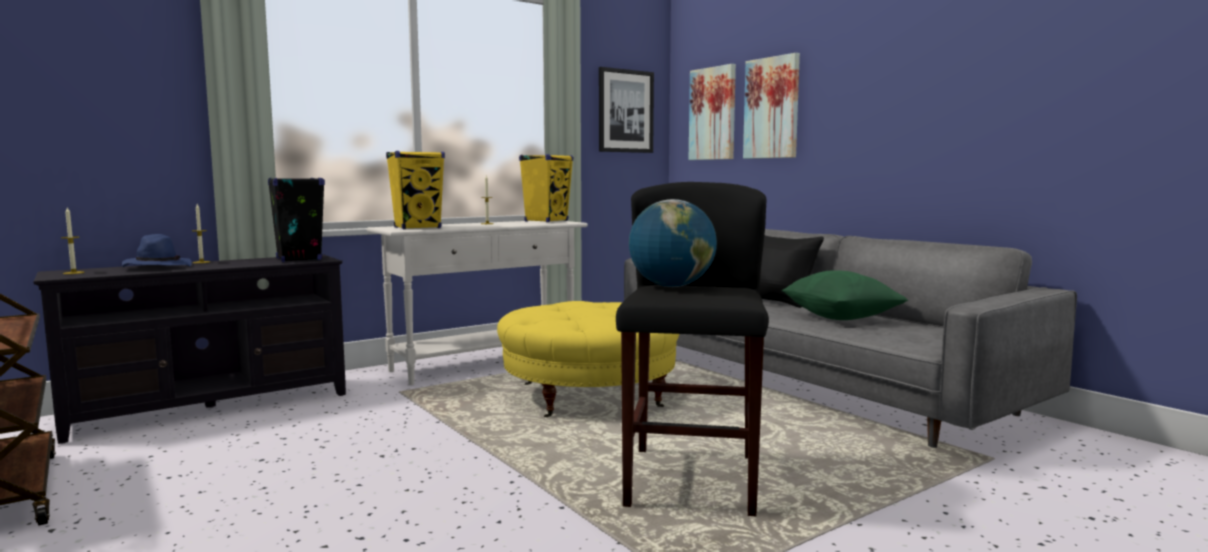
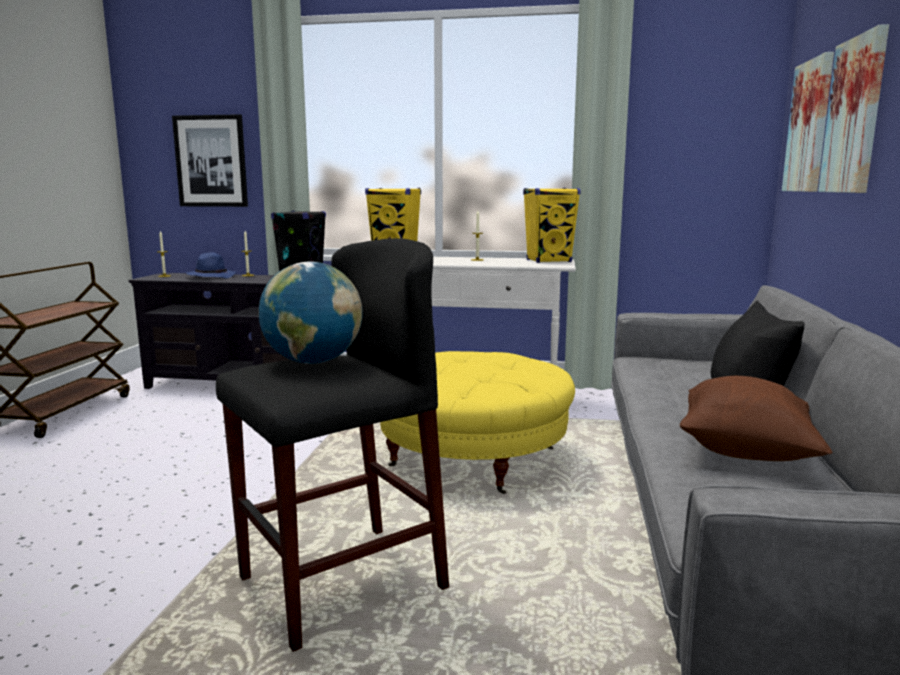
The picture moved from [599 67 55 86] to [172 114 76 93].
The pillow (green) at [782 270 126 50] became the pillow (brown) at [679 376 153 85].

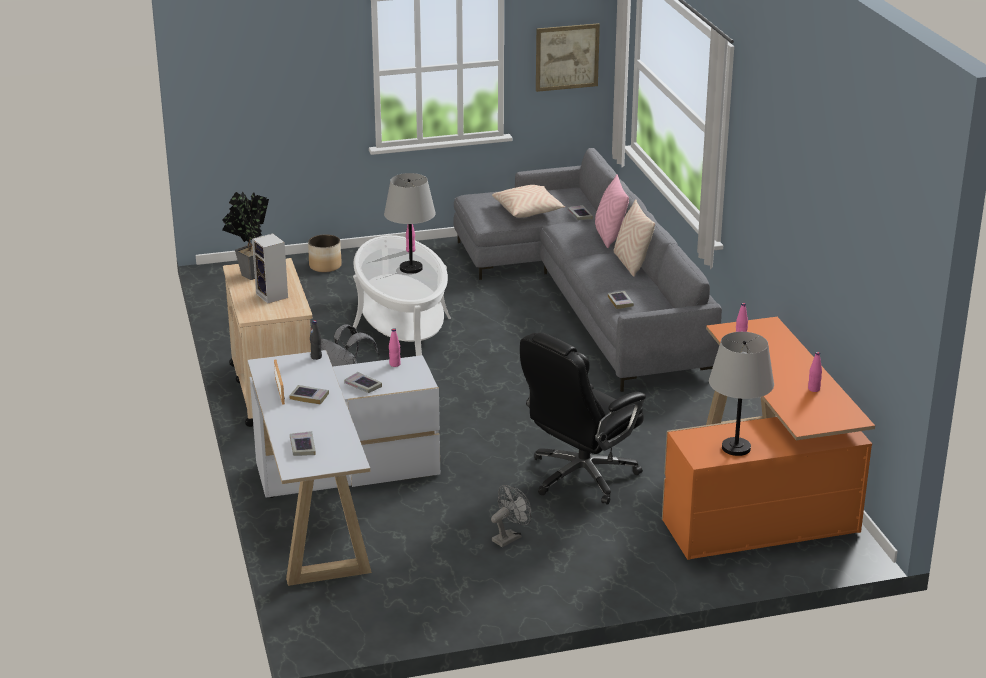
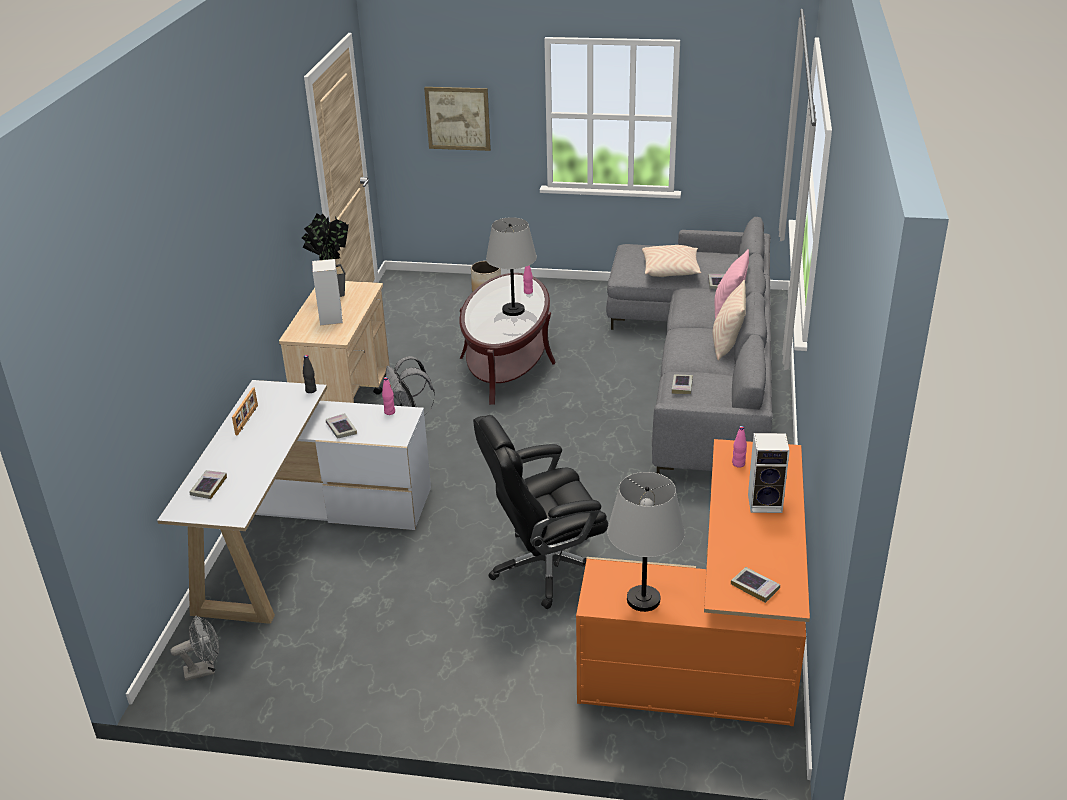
The fan (grey) moved from [491 485 40 62] to [170 616 49 65].
The picture moved from [536 23 64 69] to [424 87 67 64].
The coffee table (white) at [353 235 98 121] became the coffee table (brown) at [459 273 96 132].
The book moved from [289 385 40 20] to [731 567 49 36].
The speaker at [748 433 42 80] appeared.
The bottle (pink) at [808 352 14 40] disappeared.

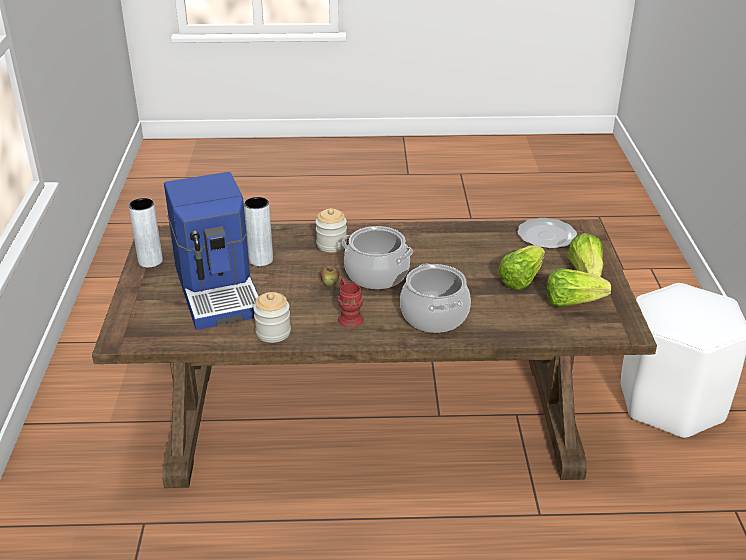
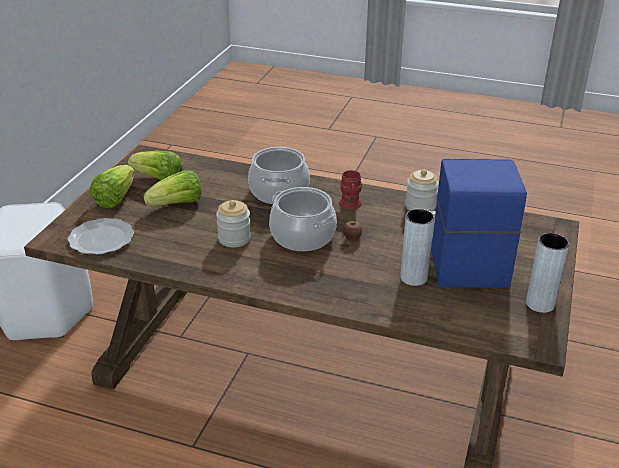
The jar moved from [315 208 32 44] to [216 200 35 47].

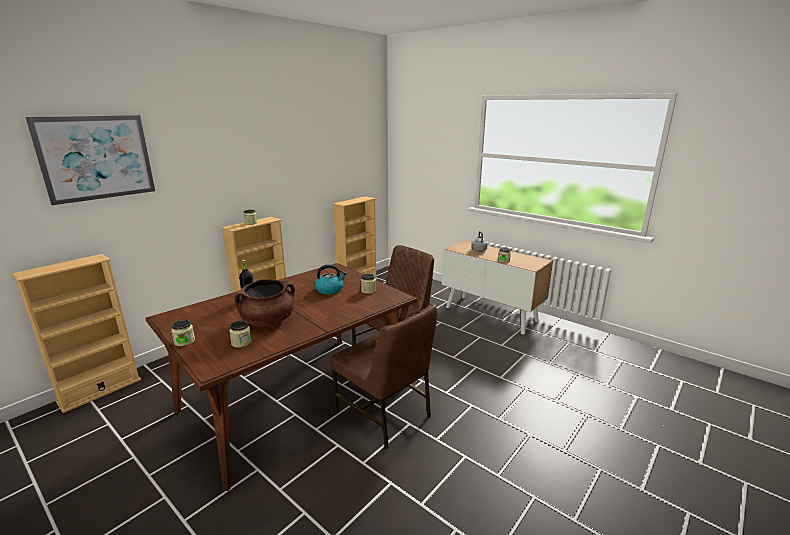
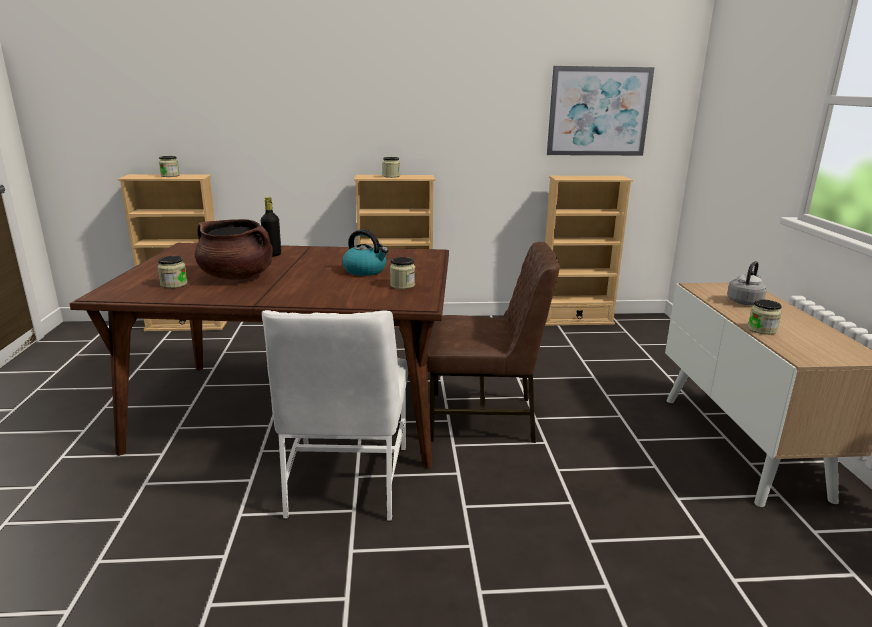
The jar moved from [171 320 24 26] to [159 156 21 21].
The chair (brown) at [330 303 107 146] became the chair (white) at [262 310 146 211].
The picture moved from [26 115 129 90] to [547 66 108 90].

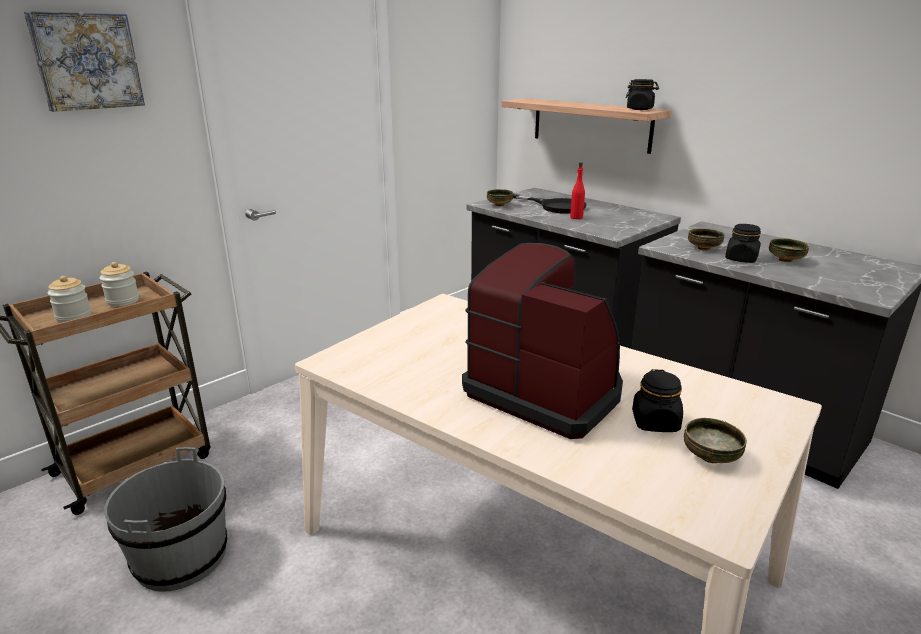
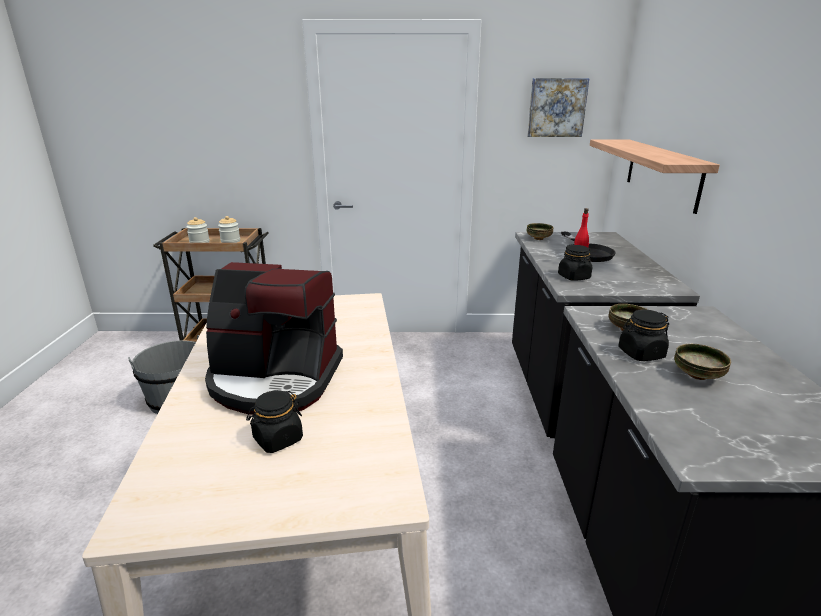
The coffee machine at [462 243 161 196] turned 105 degrees clockwise.
The picture moved from [24 11 121 101] to [527 78 63 59].
The jar (black) moved from [626 79 33 31] to [558 245 34 36].
The bowl at [684 418 63 45] disappeared.

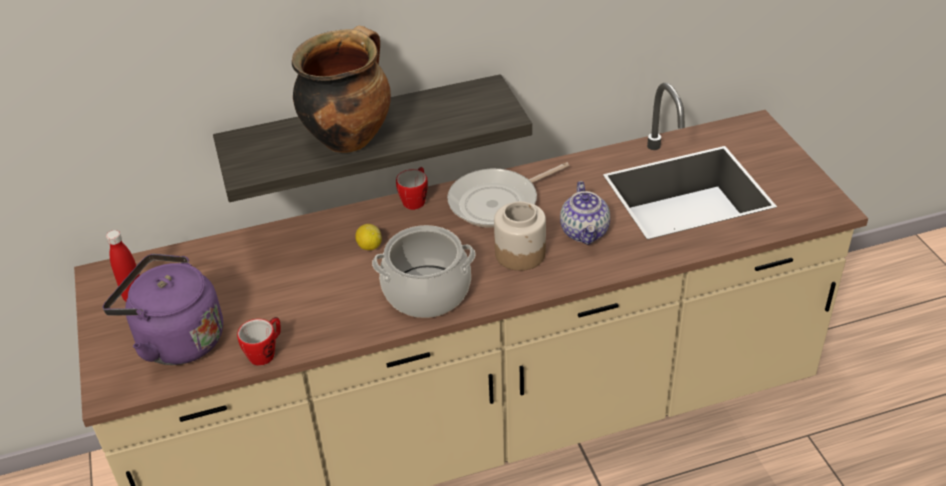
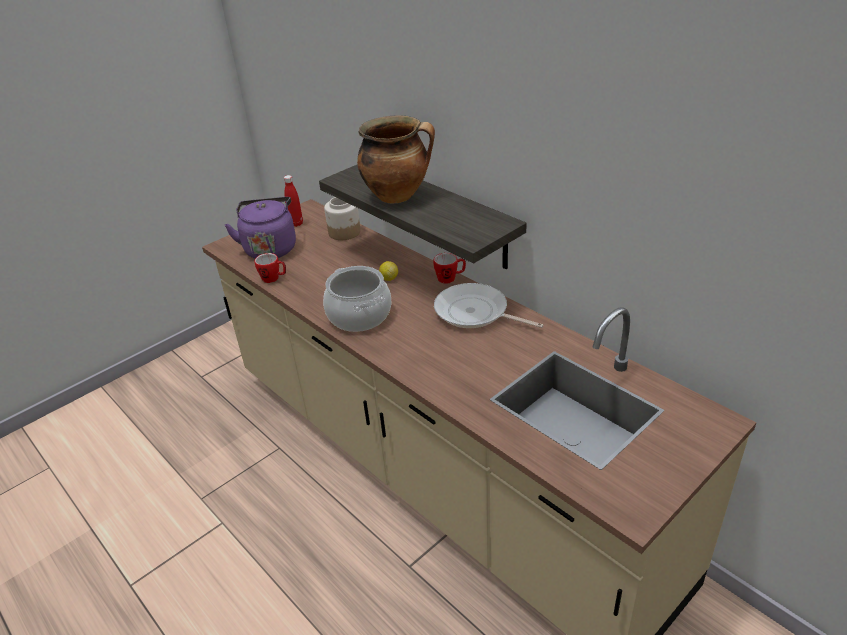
The jar moved from [494 201 52 70] to [324 197 37 43].
The teapot at [560 181 50 64] disappeared.

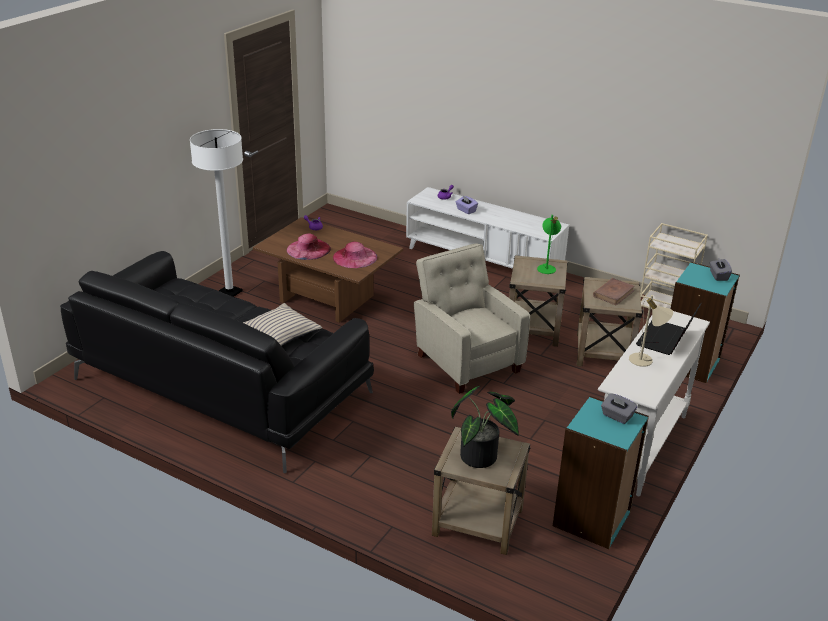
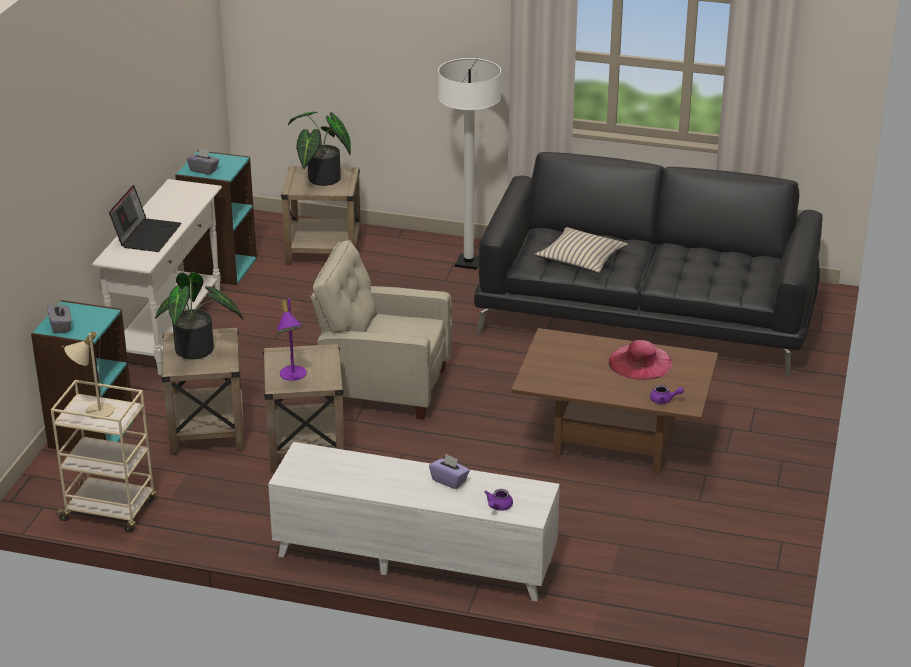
The table lamp (beige) moved from [629 295 44 72] to [64 331 50 88].
The book (brown) at [593 278 42 27] was replaced by the potted plant at [155 272 88 87].
The table lamp (green) at [537 215 24 59] became the table lamp (purple) at [276 298 31 83].
The armchair (beige) at [414 244 116 150] turned 150 degrees clockwise.
The floor lamp (white) moved from [190 129 53 168] to [438 58 63 212].
The hat (pink) at [333 242 44 26] disappeared.

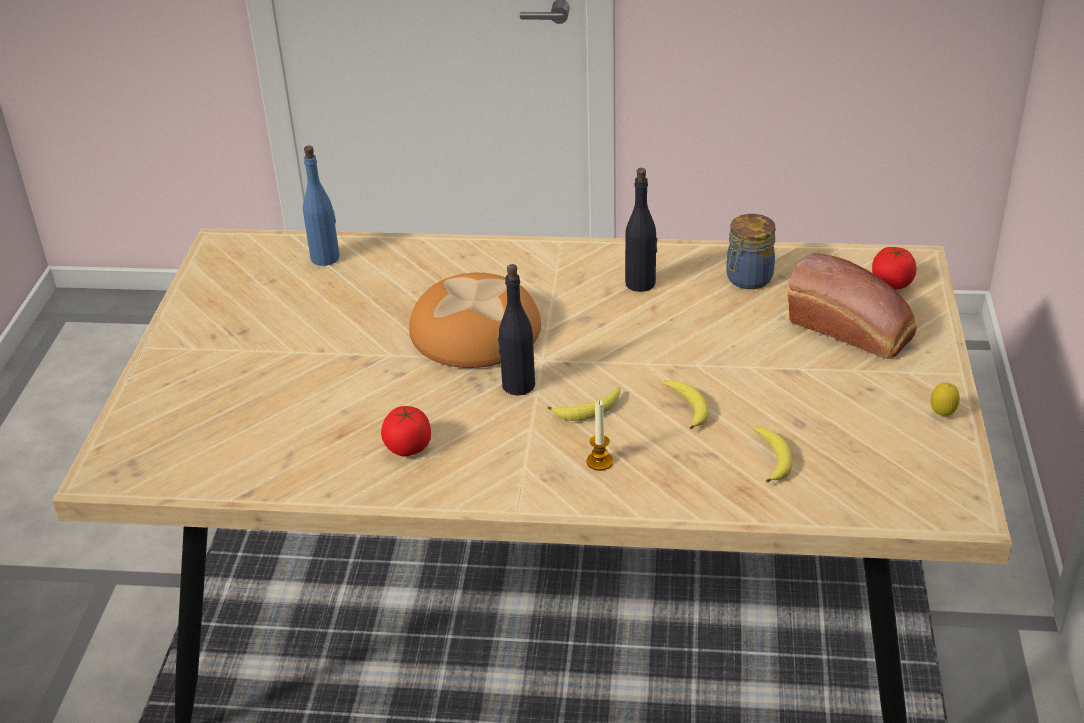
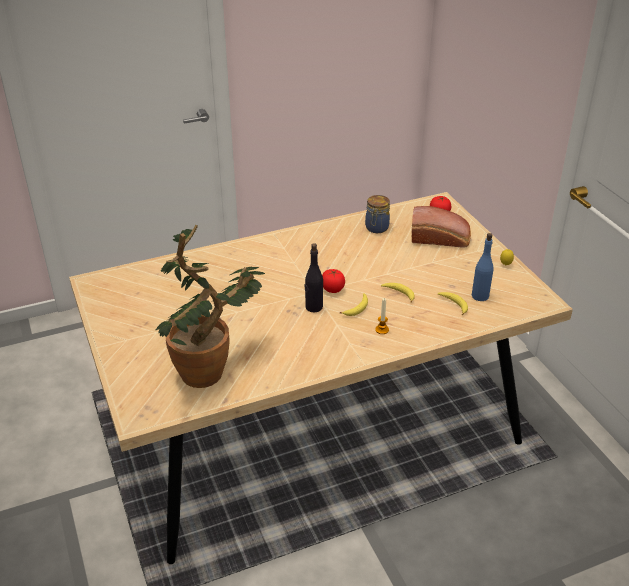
The potted plant at [155 224 110 164] appeared.
The tomato moved from [381 406 50 50] to [322 269 23 24].
The bottle (blue) moved from [303 146 37 120] to [472 233 22 68].
The bread at [409 273 132 95] disappeared.
The bottle (black) at [625 168 33 124] disappeared.

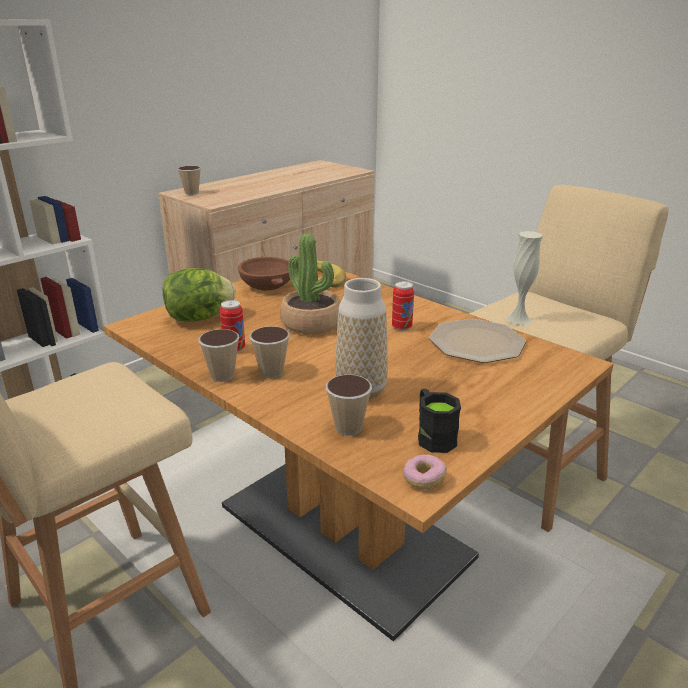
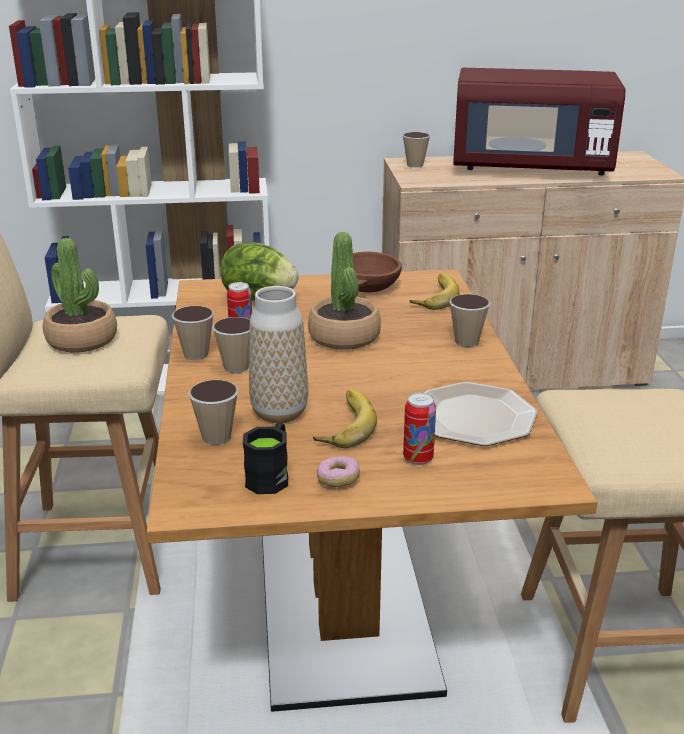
The potted plant at [43 238 74 115] appeared.
The banana at [313 389 64 59] appeared.
The donut moved from [403 455 44 34] to [317 456 43 31].
The can moved from [392 281 22 50] to [403 392 33 73].
The cup at [449 294 41 53] appeared.
The microwave (red) at [453 68 172 108] appeared.
The vase (white) at [506 231 37 94] disappeared.

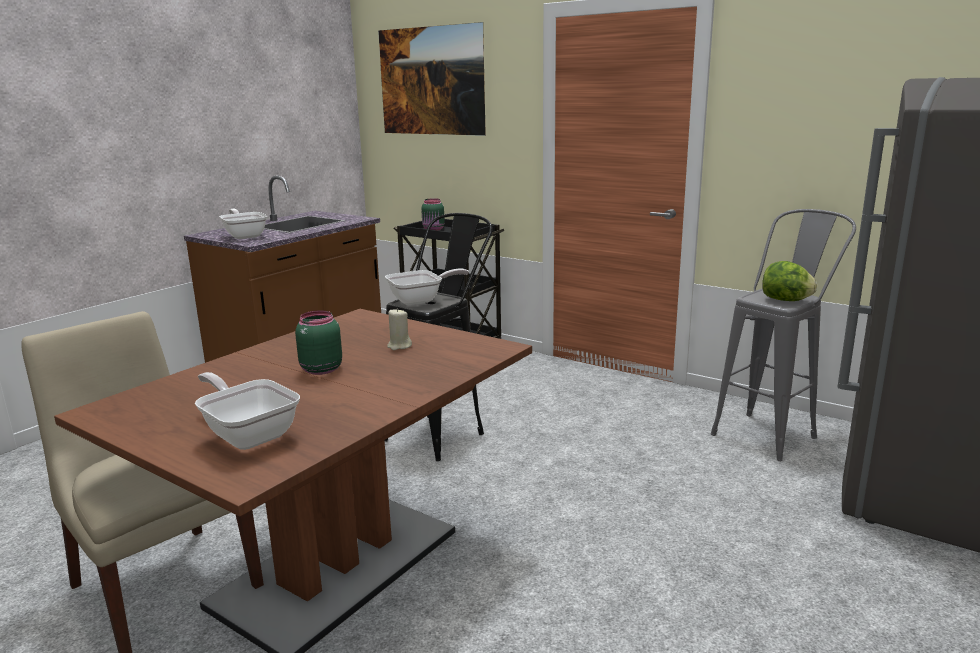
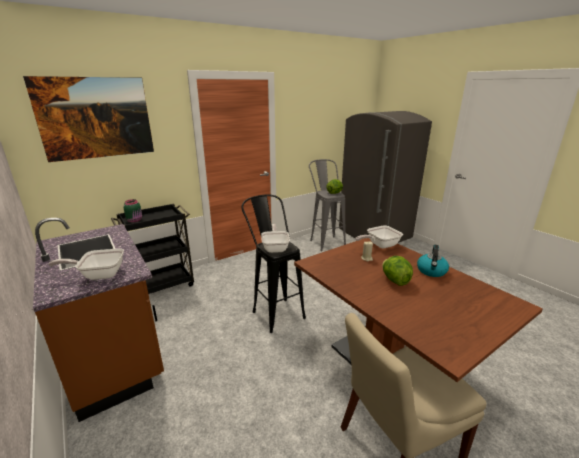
The frying pan moved from [195 372 105 78] to [355 226 48 23].
The jar (green) at [295 310 47 65] was replaced by the lettuce at [382 256 31 30].
The kettle at [417 245 32 32] appeared.

